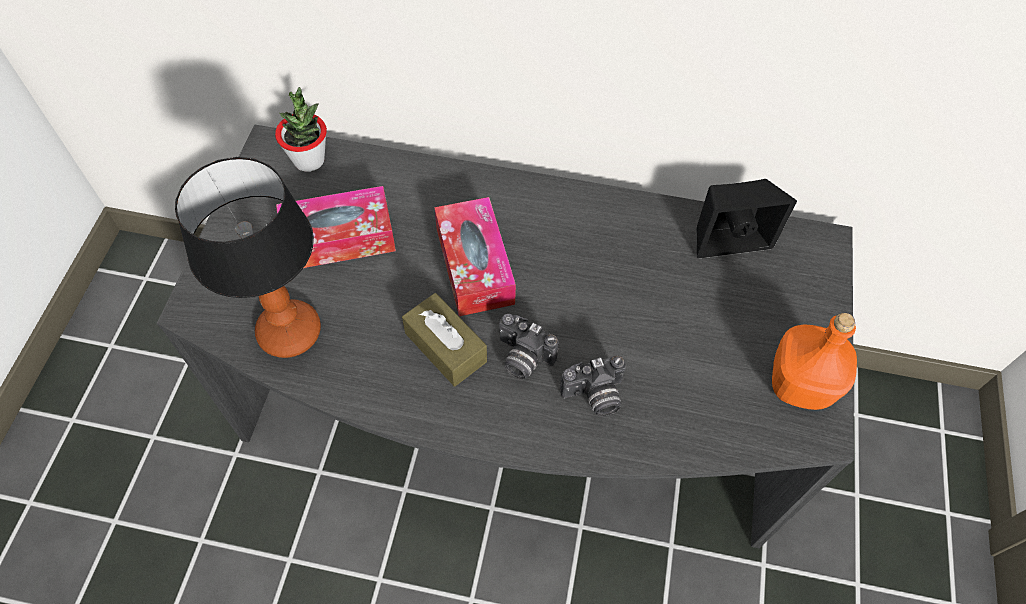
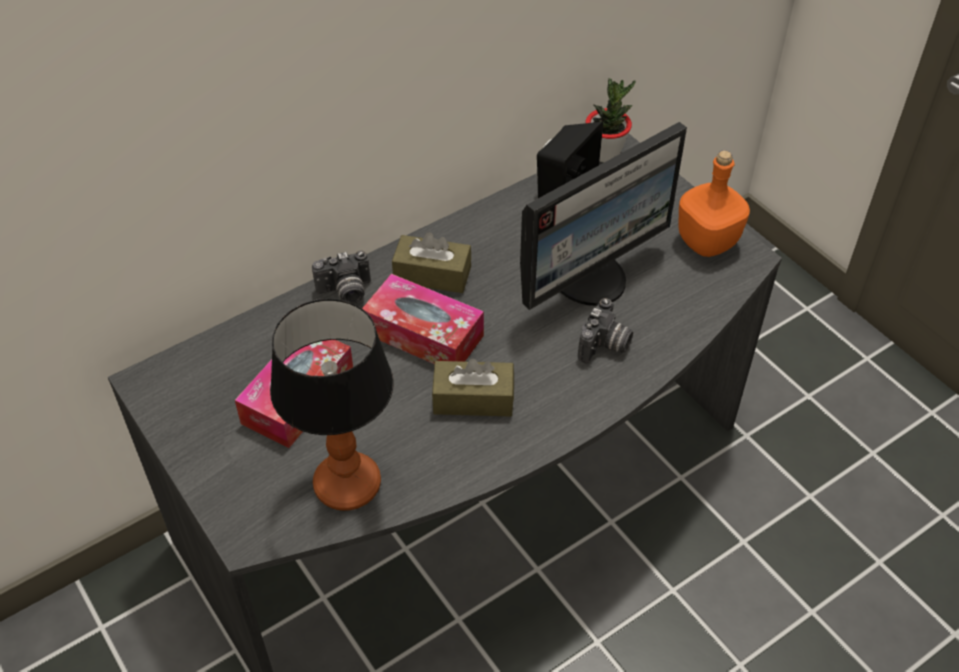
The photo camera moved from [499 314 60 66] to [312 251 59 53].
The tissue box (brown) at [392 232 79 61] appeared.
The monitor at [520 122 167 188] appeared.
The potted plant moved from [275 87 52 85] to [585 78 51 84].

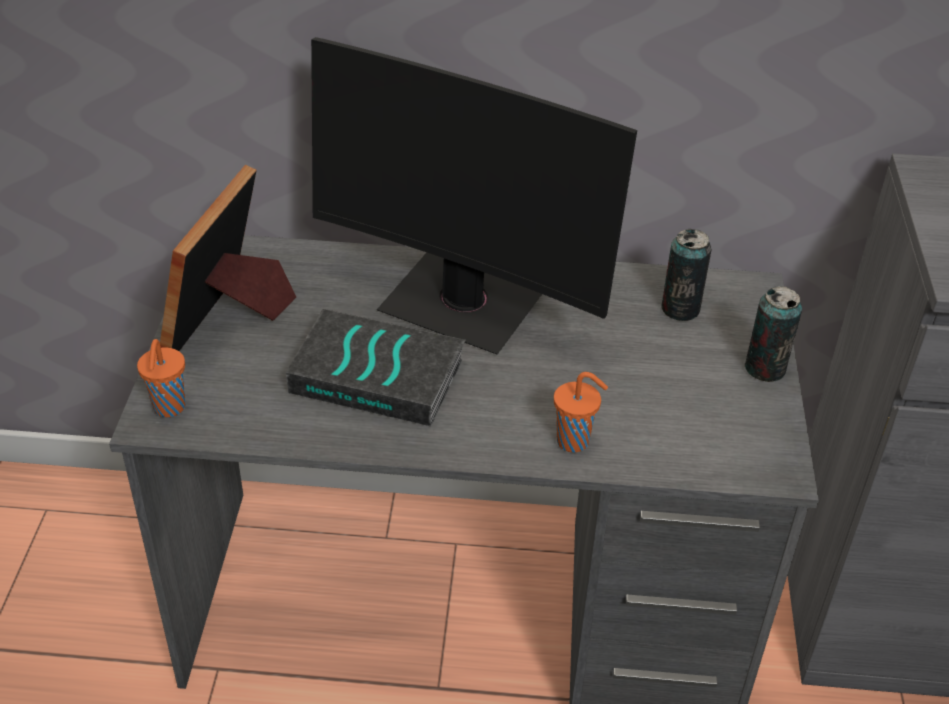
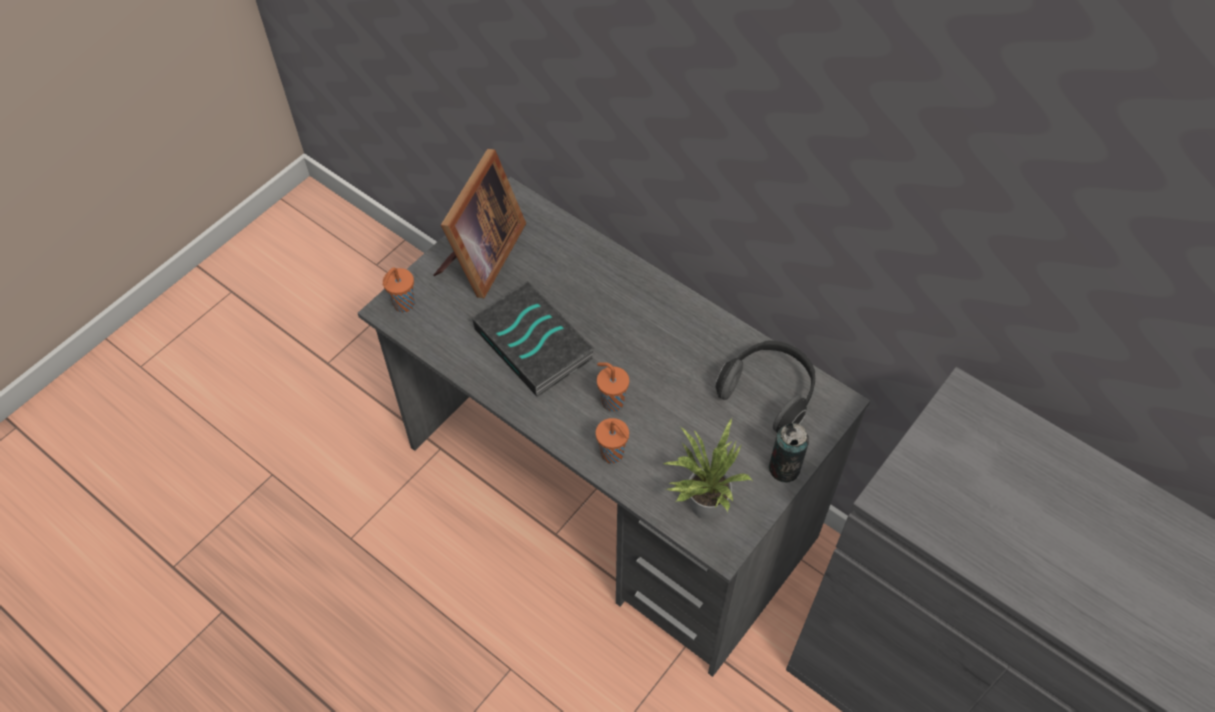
The picture frame at [160 165 136 186] turned 150 degrees clockwise.
The cup (orange) at [597 362 32 49] appeared.
The potted plant at [663 418 89 101] appeared.
The can at [661 229 50 92] was replaced by the headphones at [715 341 100 91].
The monitor at [311 37 326 318] disappeared.

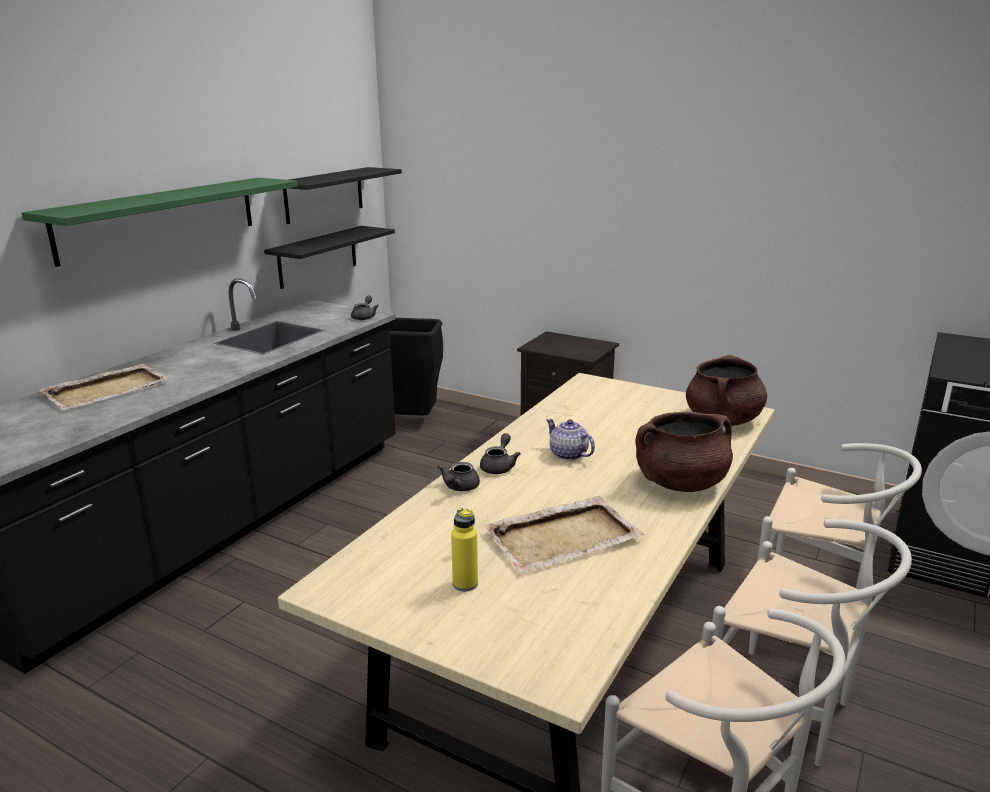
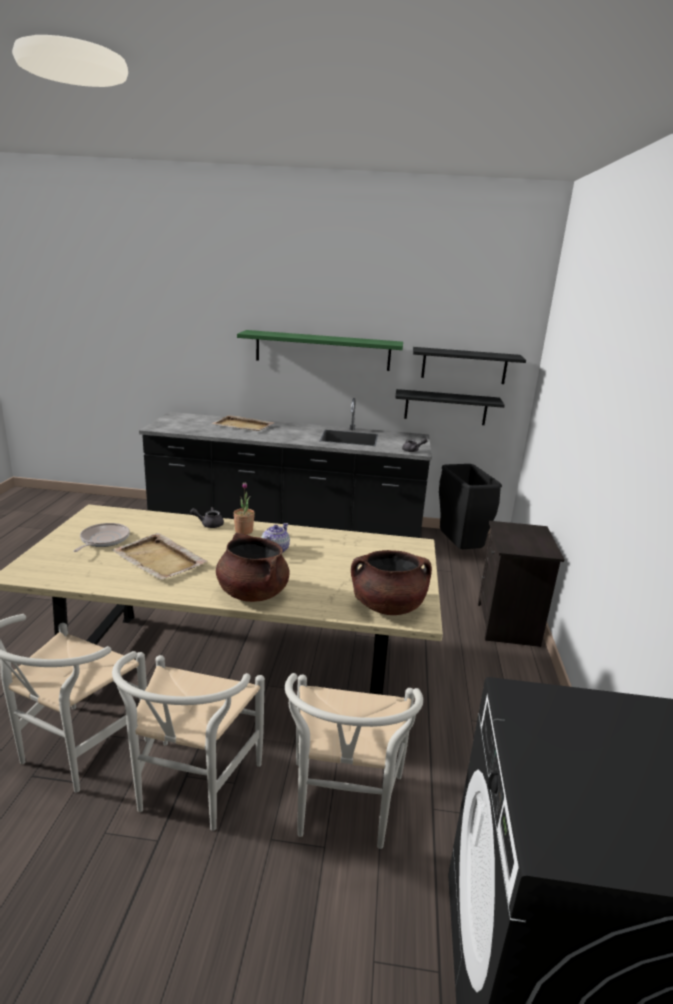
The bottle (yellow) at [451 508 27 83] was replaced by the frying pan at [73 523 57 29].
The teapot (grey) at [480 433 41 41] was replaced by the potted plant at [233 482 22 53].

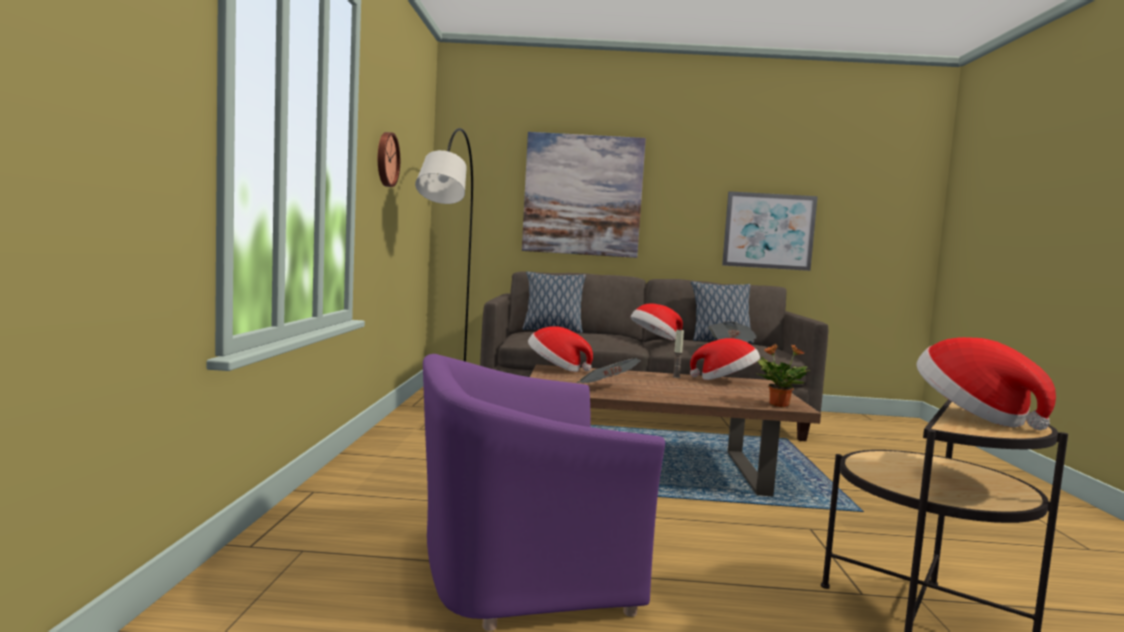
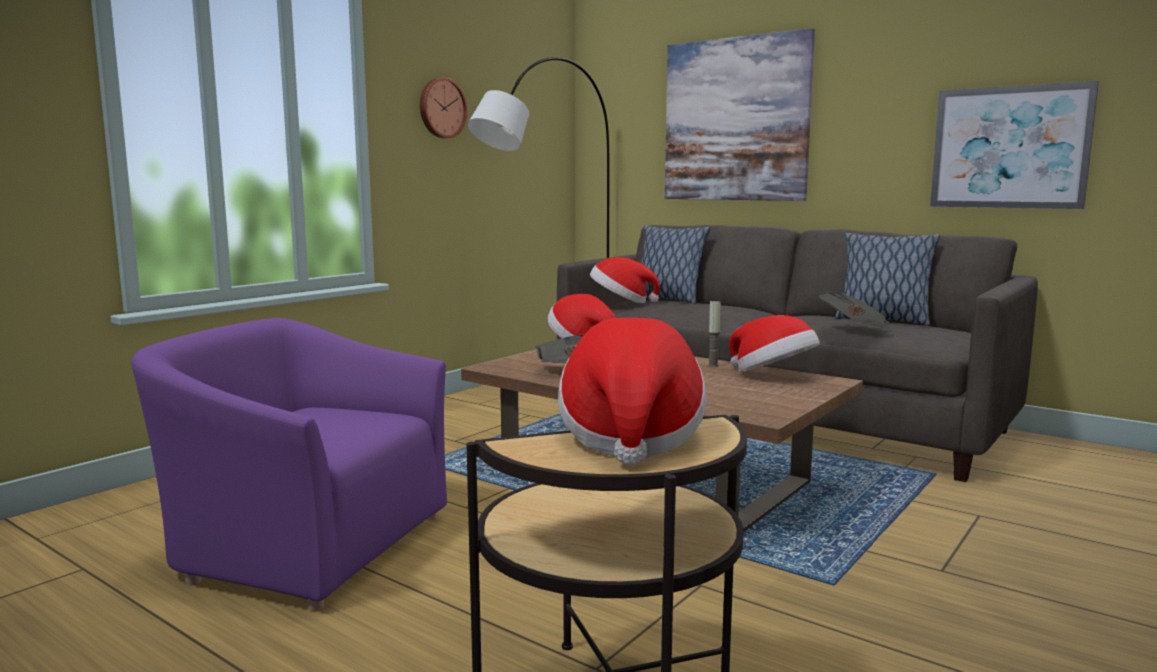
The hat moved from [630 303 53 37] to [590 257 70 47].
The potted plant at [757 344 54 63] disappeared.

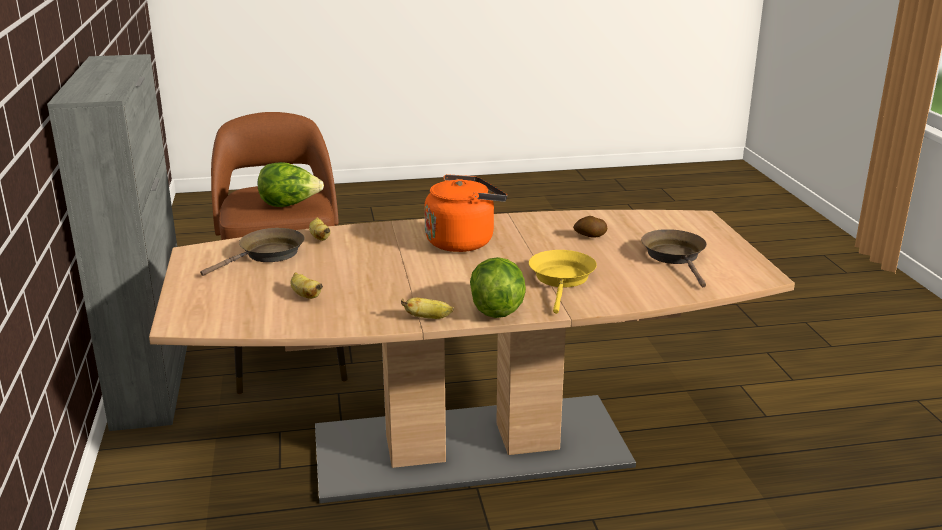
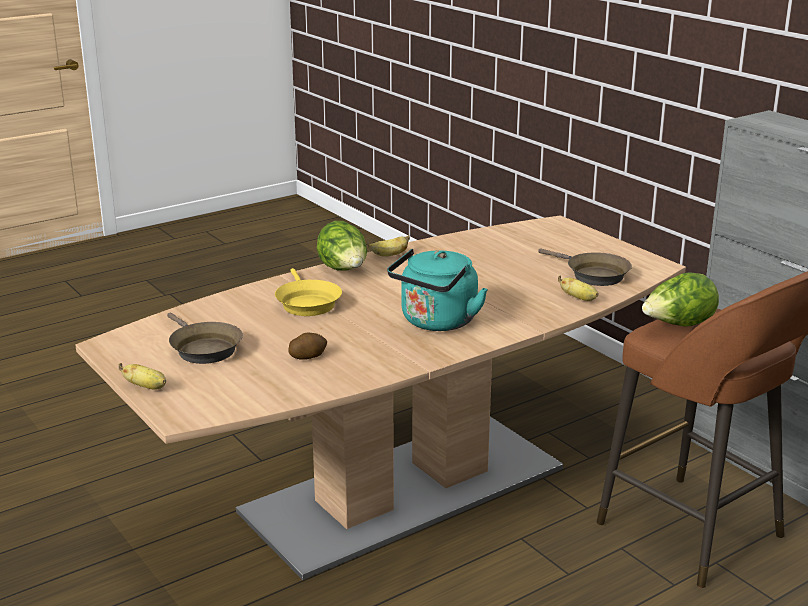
The banana moved from [291 272 32 27] to [119 363 47 26].
The kettle (orange) at [424 174 83 78] became the kettle (turquoise) at [387 249 101 82].
The frying pan (brown) at [200 228 105 48] turned 60 degrees counterclockwise.

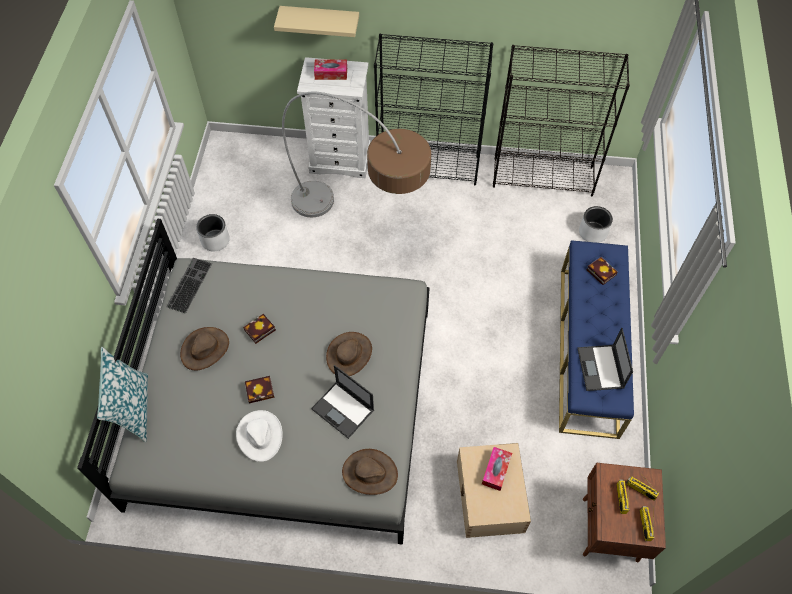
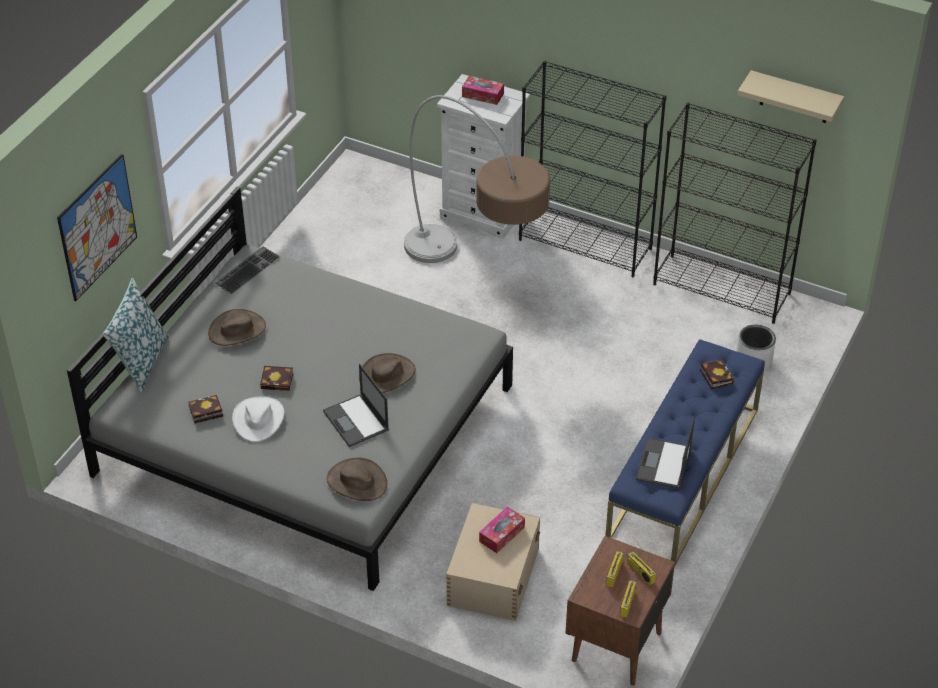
The picture at [57 154 80 147] appeared.
The book moved from [243 314 33 30] to [188 395 35 28].
The shelf (beige) moved from [274 6 85 31] to [737 70 107 53].
The planter (white) at [196 214 34 37] disappeared.

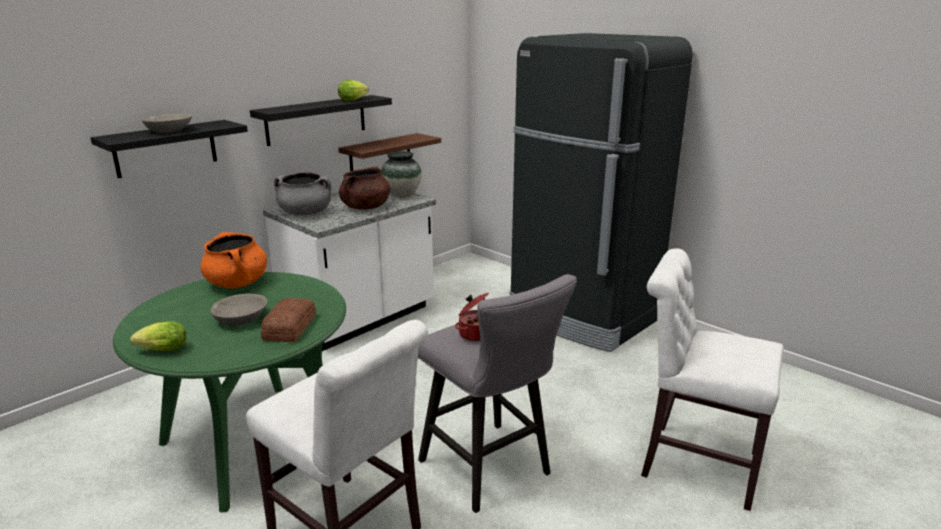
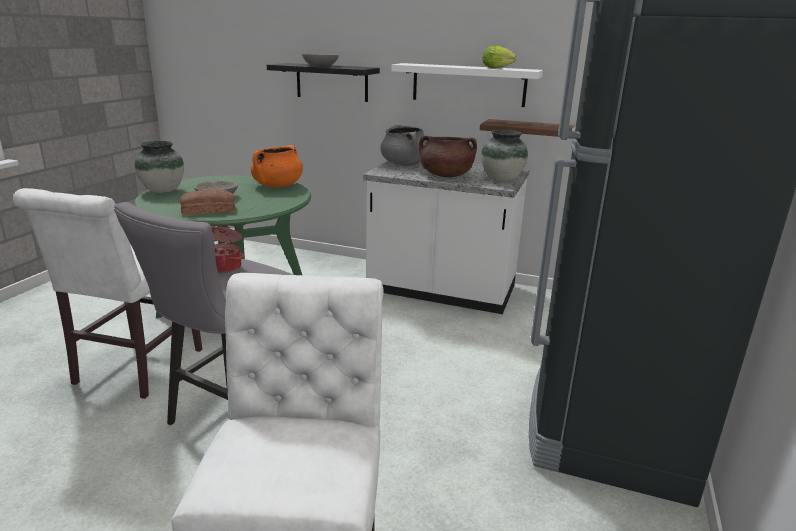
The lettuce at [130 321 57 30] was replaced by the vase at [135 141 49 52].
The shelf (black) at [250 95 142 51] became the shelf (white) at [391 63 152 44].

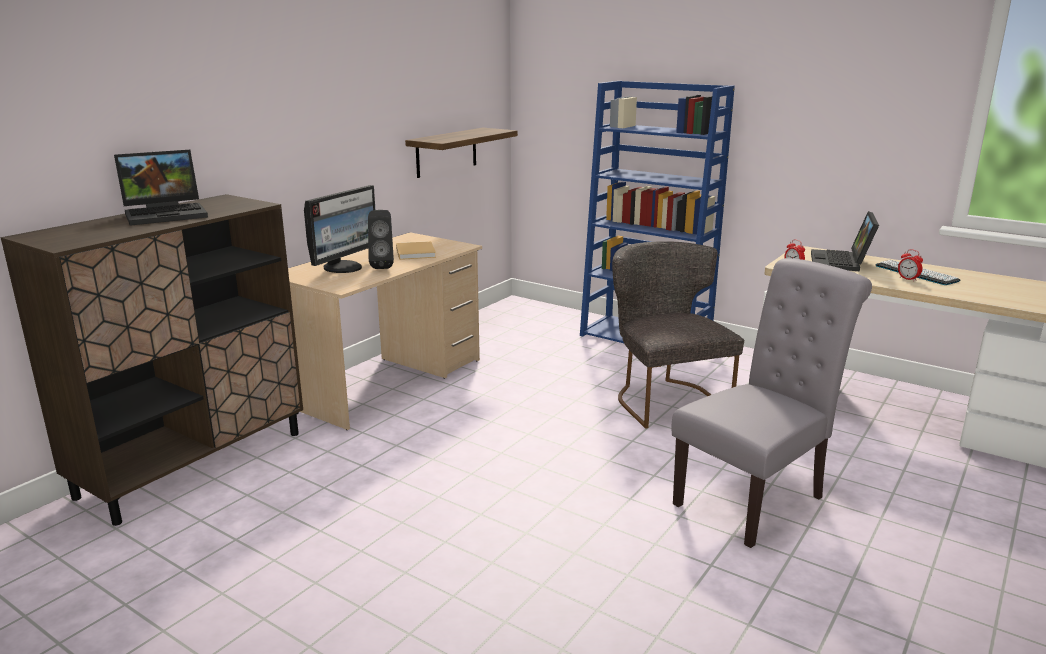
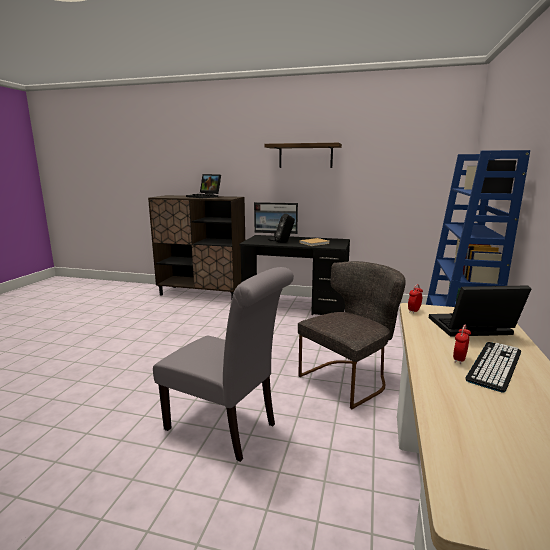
The desk (beige) at [288 232 194 198] became the desk (black) at [239 235 111 80].
The shelf moved from [405 128 113 50] to [265 143 77 25].

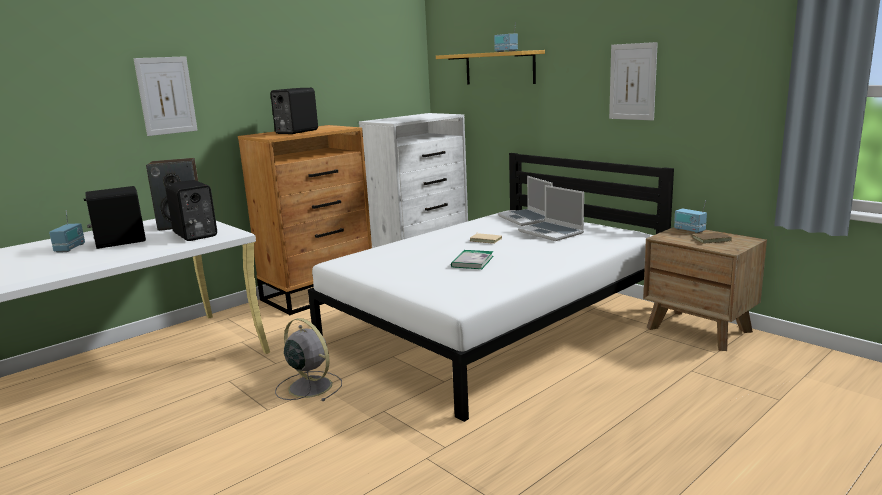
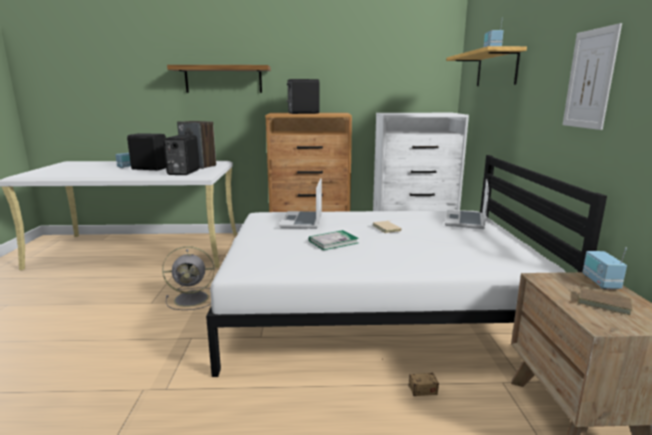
The fan (grey) at [275 318 67 83] turned 90 degrees clockwise.
The picture at [133 56 65 80] was replaced by the shelf at [167 65 104 28].
The laptop moved from [518 185 66 56] to [279 178 43 51].
The storage box at [382 359 57 37] appeared.

